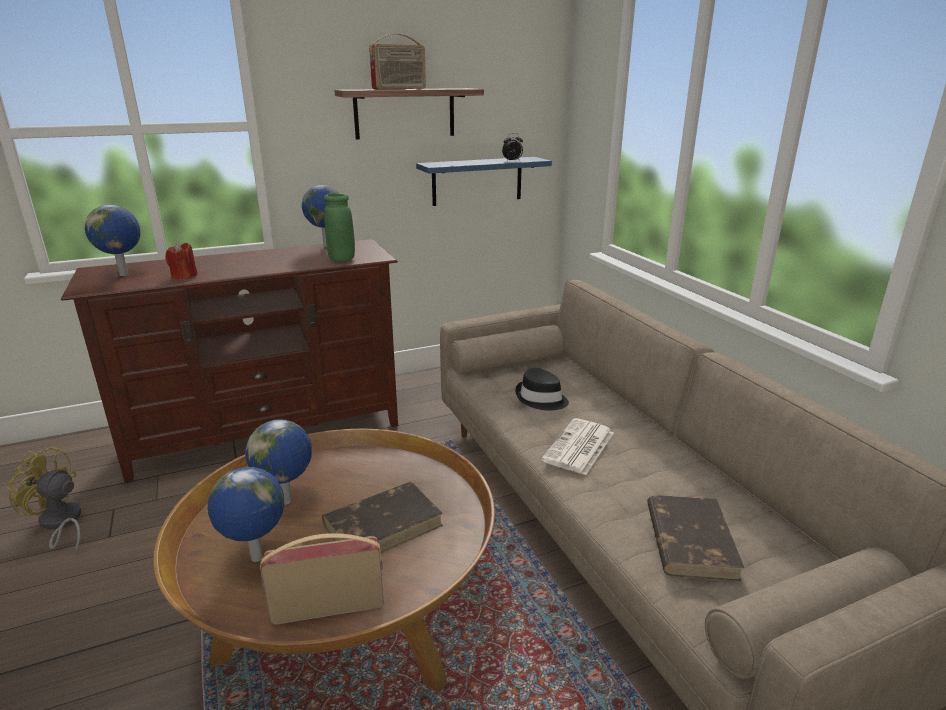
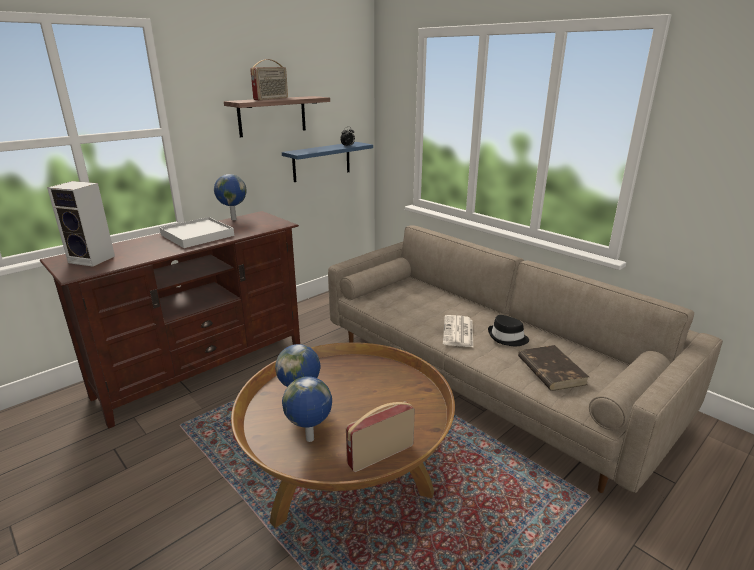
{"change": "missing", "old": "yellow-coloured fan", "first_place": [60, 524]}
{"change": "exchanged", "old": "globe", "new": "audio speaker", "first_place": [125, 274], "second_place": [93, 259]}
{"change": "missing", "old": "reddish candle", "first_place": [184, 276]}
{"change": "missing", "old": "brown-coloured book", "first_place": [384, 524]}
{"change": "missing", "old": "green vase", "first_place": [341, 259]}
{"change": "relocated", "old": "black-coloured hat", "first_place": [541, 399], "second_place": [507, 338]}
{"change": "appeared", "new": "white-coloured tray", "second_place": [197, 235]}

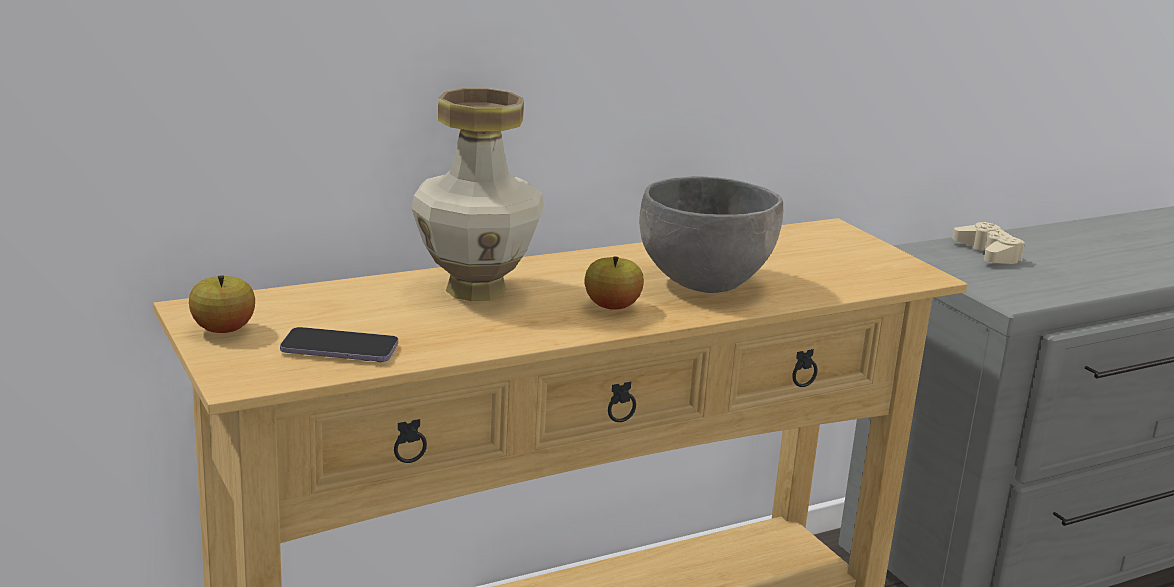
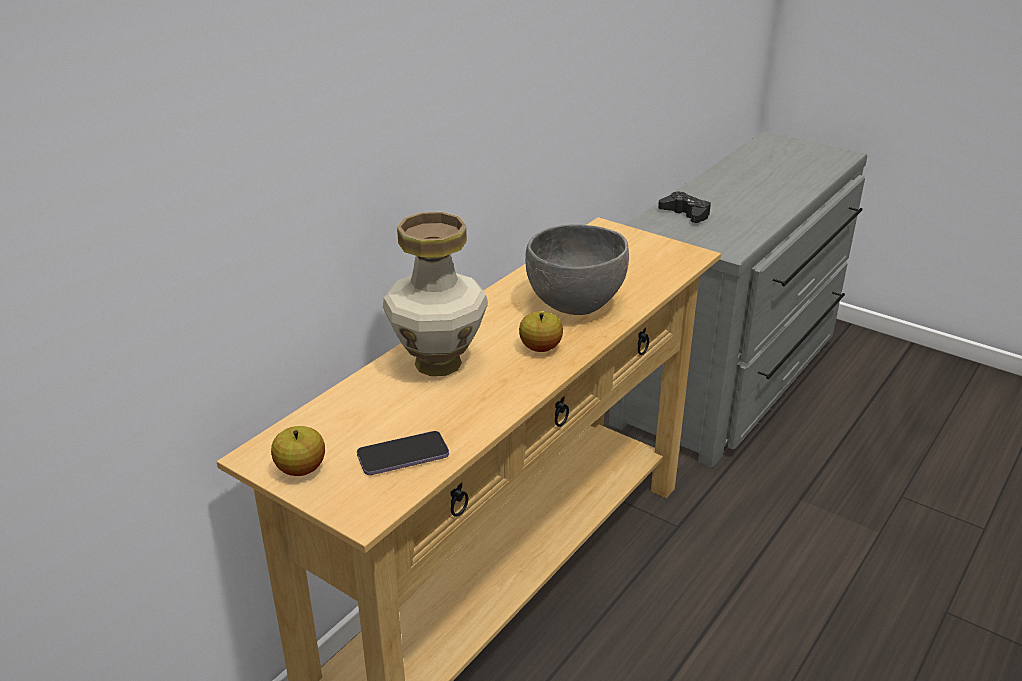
{"change": "colour", "old": "sand-coloured gamepad", "new": "black-coloured gamepad", "first_place": [988, 253], "second_place": [685, 214]}

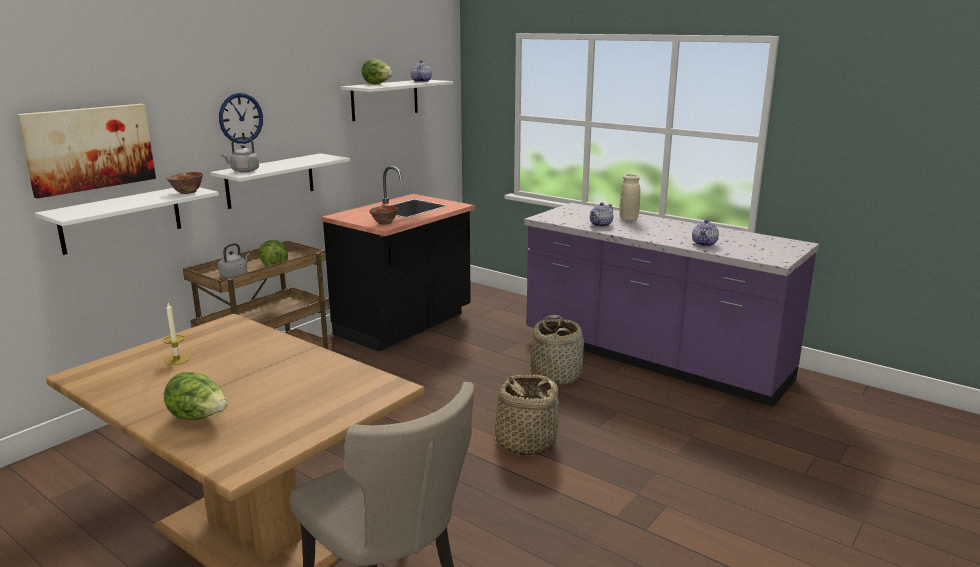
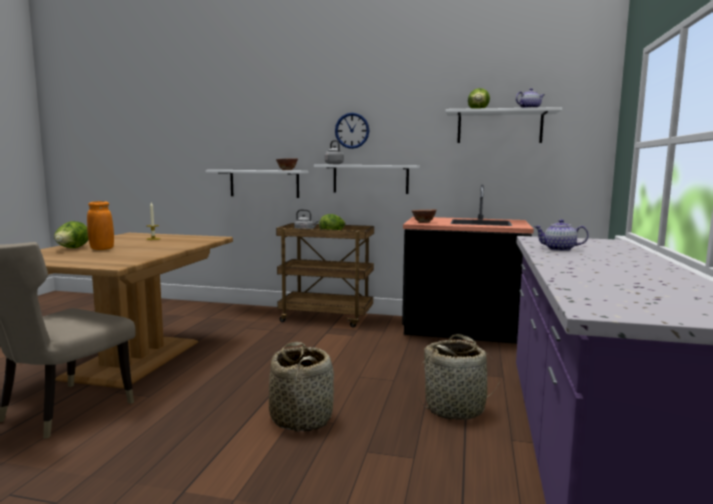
{"change": "missing", "old": "wall picture", "first_place": [89, 148]}
{"change": "missing", "old": "sand-coloured vase", "first_place": [628, 219]}
{"change": "missing", "old": "teapot", "first_place": [704, 244]}
{"change": "appeared", "new": "orange vase", "second_place": [102, 249]}

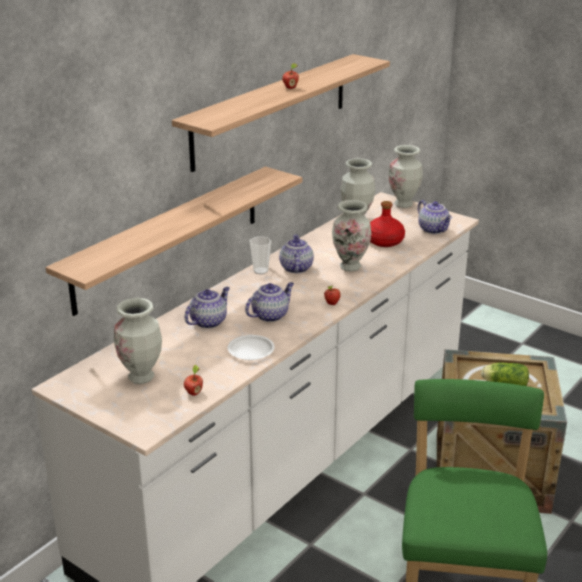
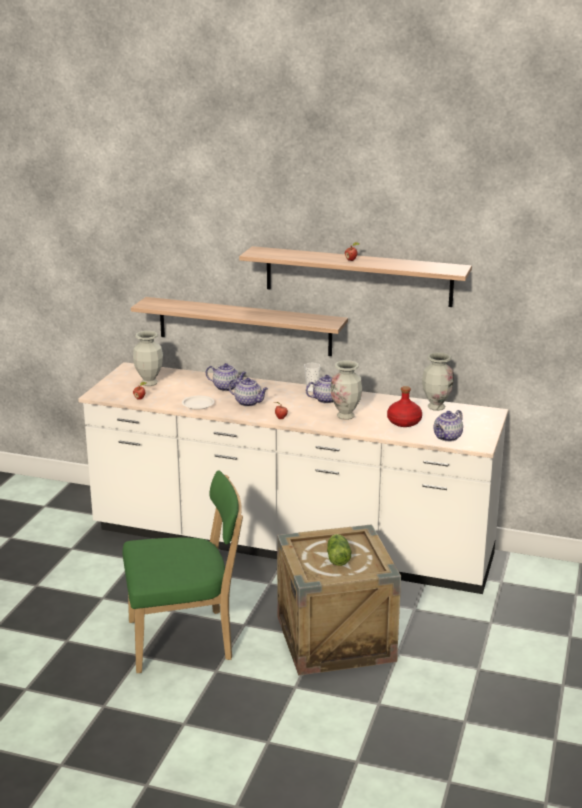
{"change": "missing", "old": "vase", "first_place": [403, 204]}

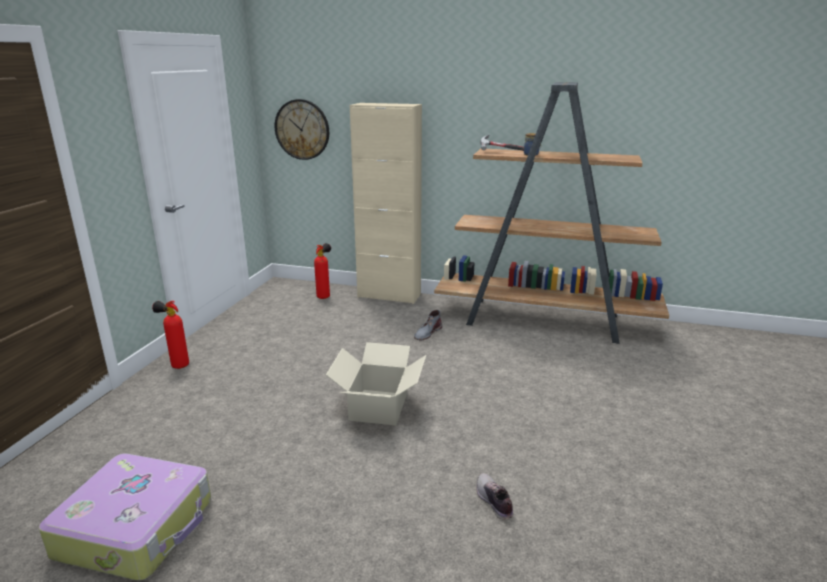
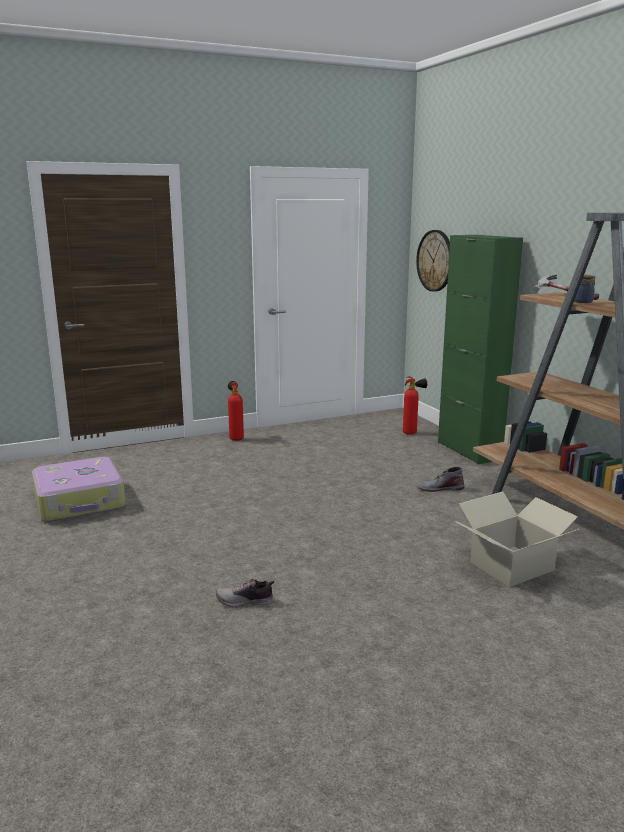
{"change": "relocated", "old": "cardboard box", "first_place": [379, 407], "second_place": [512, 566]}
{"change": "colour", "old": "sand-coloured cupboard", "new": "green cupboard", "first_place": [389, 295], "second_place": [469, 451]}
{"change": "spun", "old": "shoe", "first_place": [493, 501], "second_place": [245, 601], "degrees": -120}

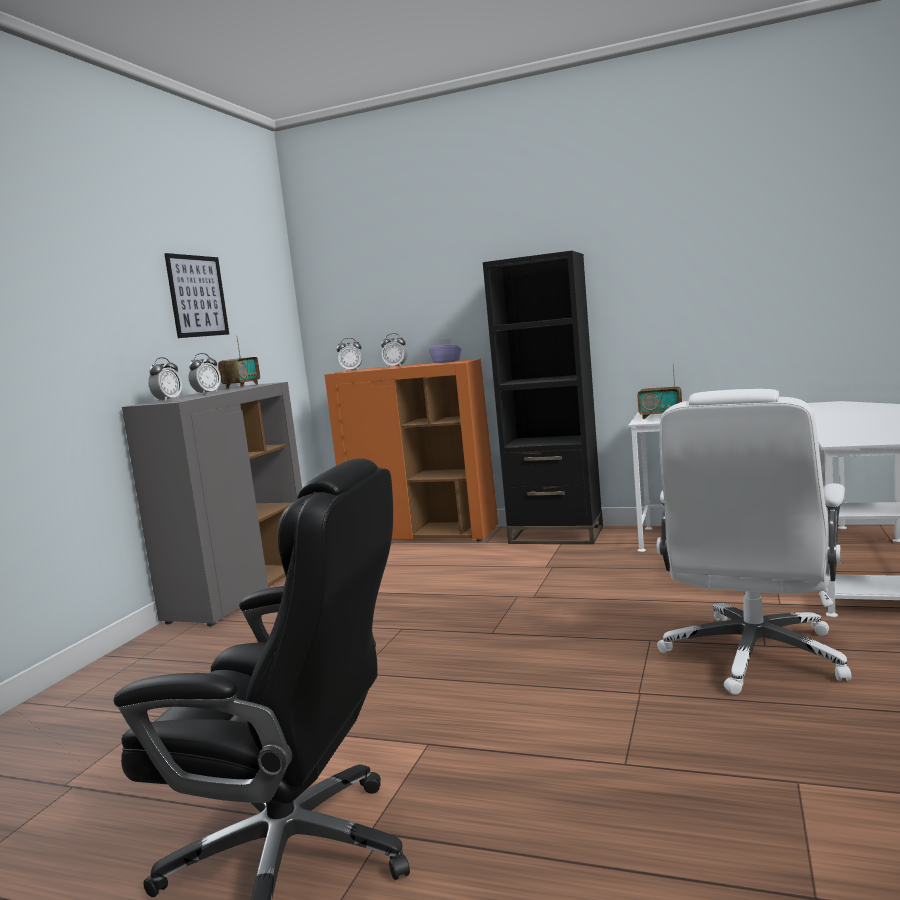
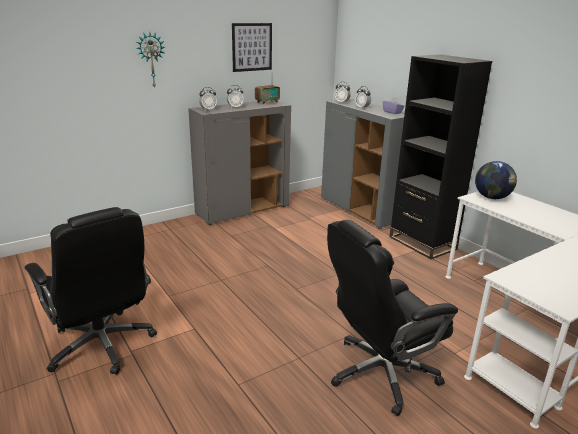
{"change": "colour", "old": "orange cupboard", "new": "greyish cupboard", "first_place": [423, 534], "second_place": [360, 210]}
{"change": "exchanged", "old": "radio", "new": "globe", "first_place": [660, 417], "second_place": [492, 198]}
{"change": "colour", "old": "white-coloured desk chair", "new": "black-coloured desk chair", "first_place": [753, 656], "second_place": [380, 373]}
{"change": "appeared", "new": "wall clock", "second_place": [151, 60]}

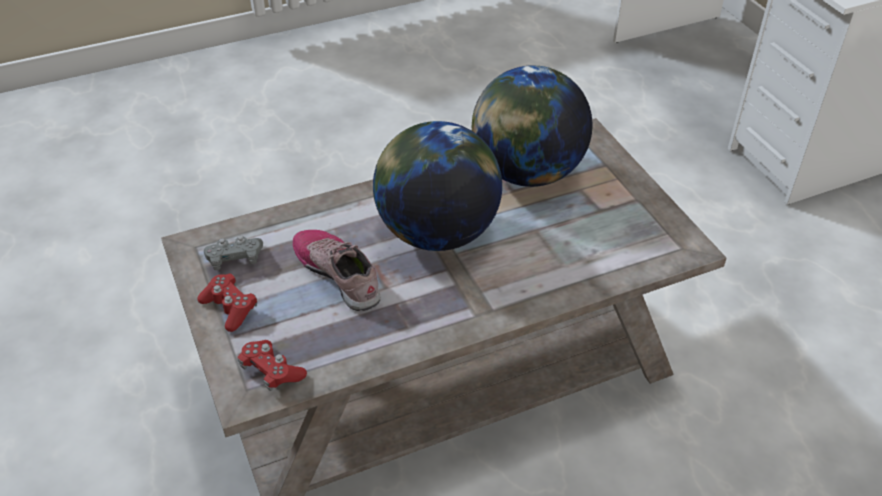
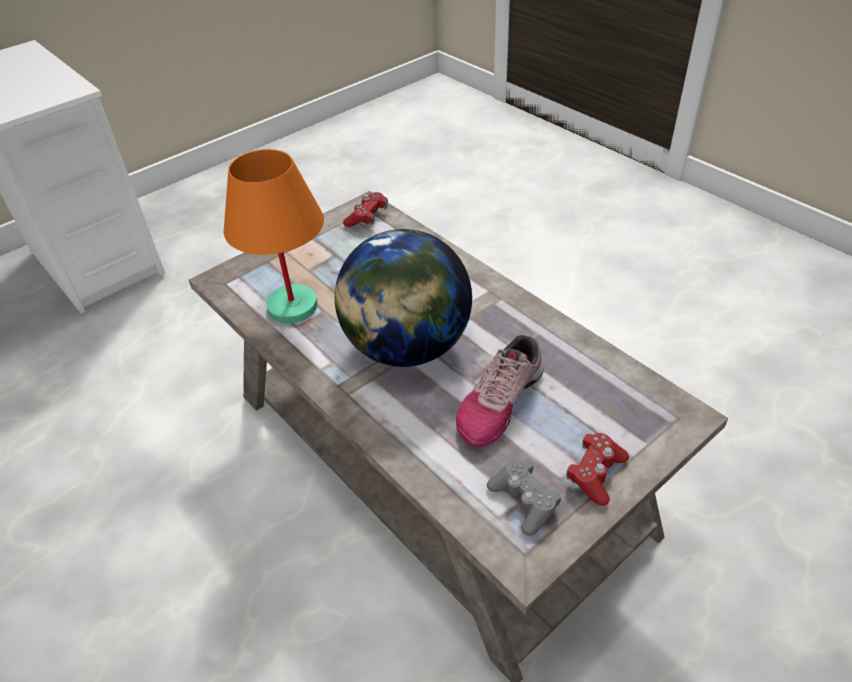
{"change": "relocated", "old": "reddish gamepad", "first_place": [271, 371], "second_place": [367, 217]}
{"change": "exchanged", "old": "globe", "new": "orange tabletop lamp", "first_place": [526, 173], "second_place": [293, 307]}

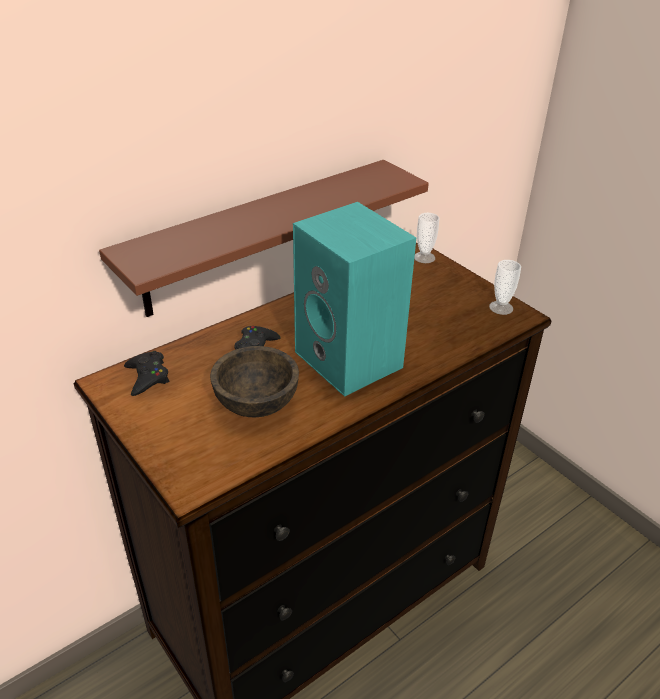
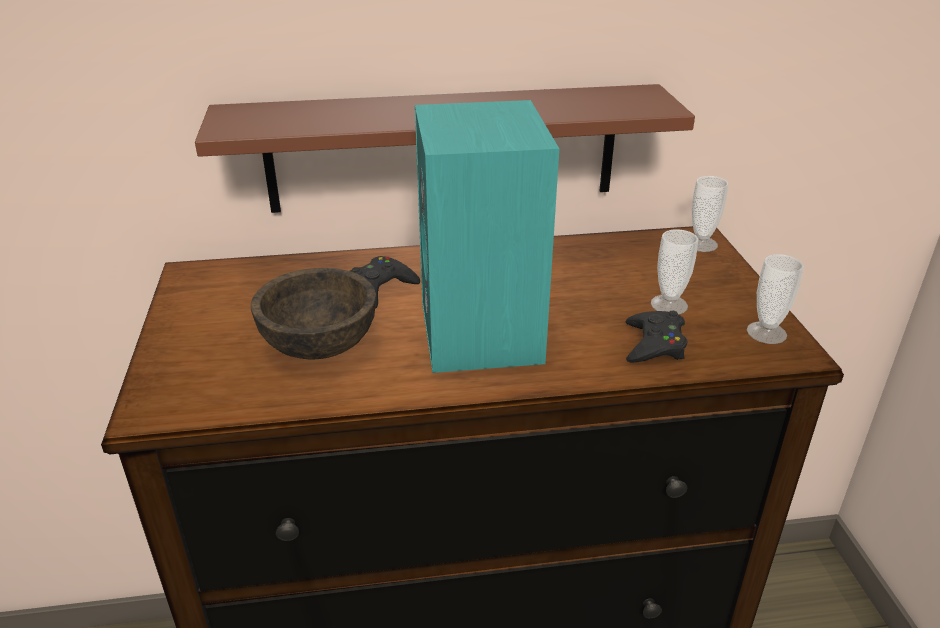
{"change": "relocated", "old": "black-coloured gamepad", "first_place": [147, 377], "second_place": [654, 344]}
{"change": "appeared", "new": "small cup", "second_place": [669, 305]}

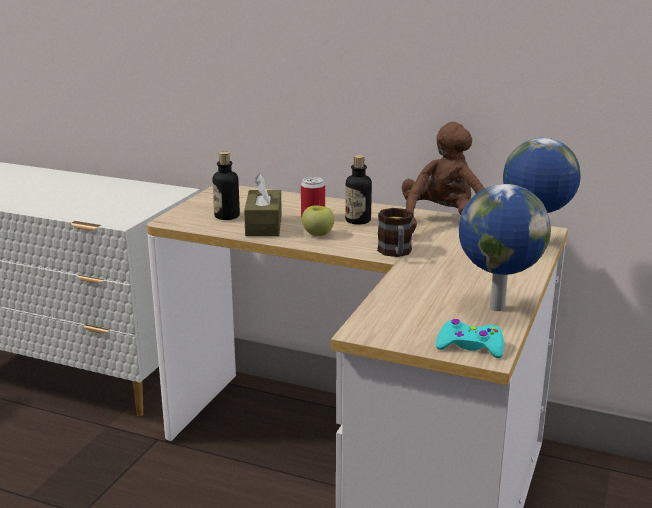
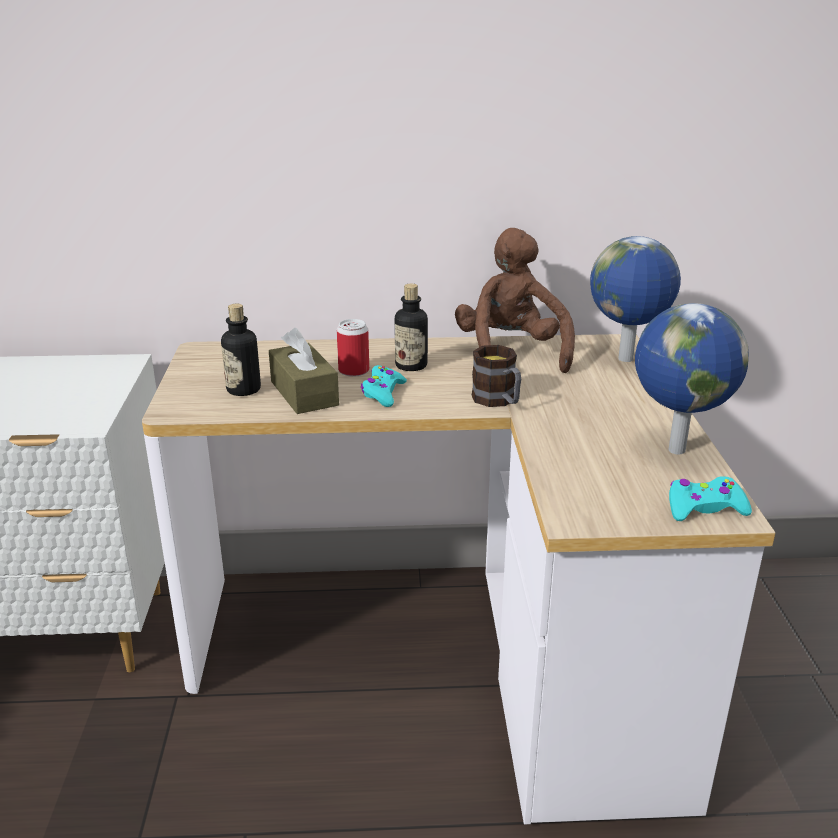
{"change": "exchanged", "old": "whole apple", "new": "turquoise gamepad", "first_place": [317, 234], "second_place": [383, 393]}

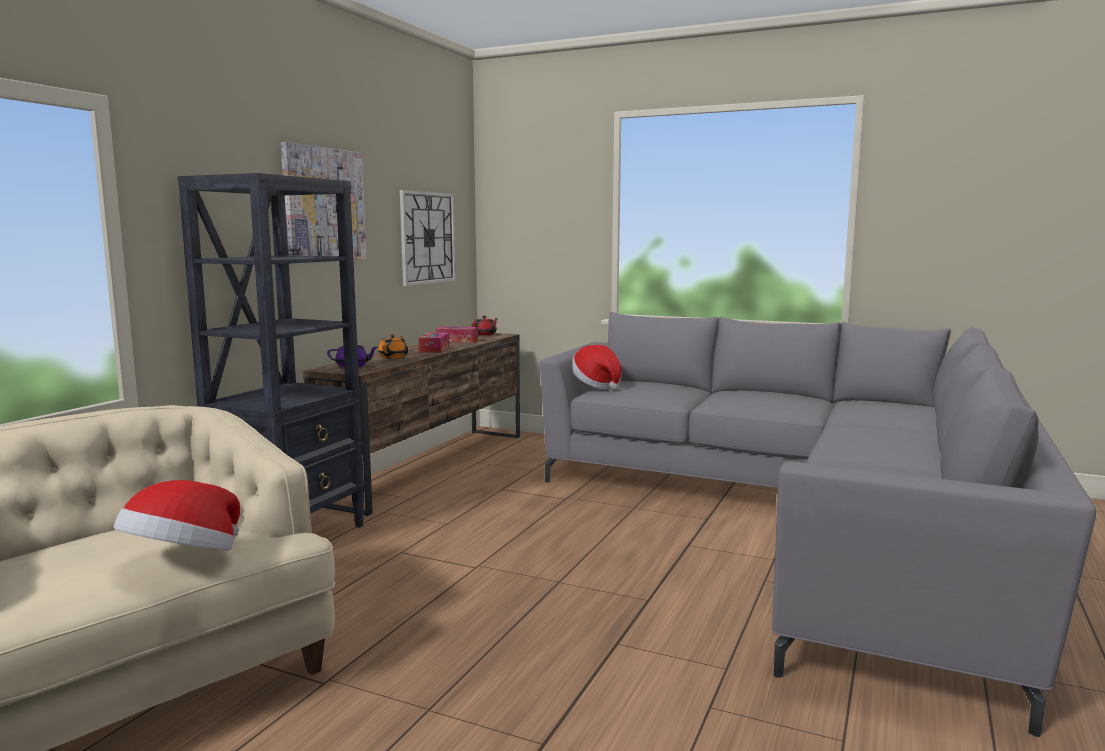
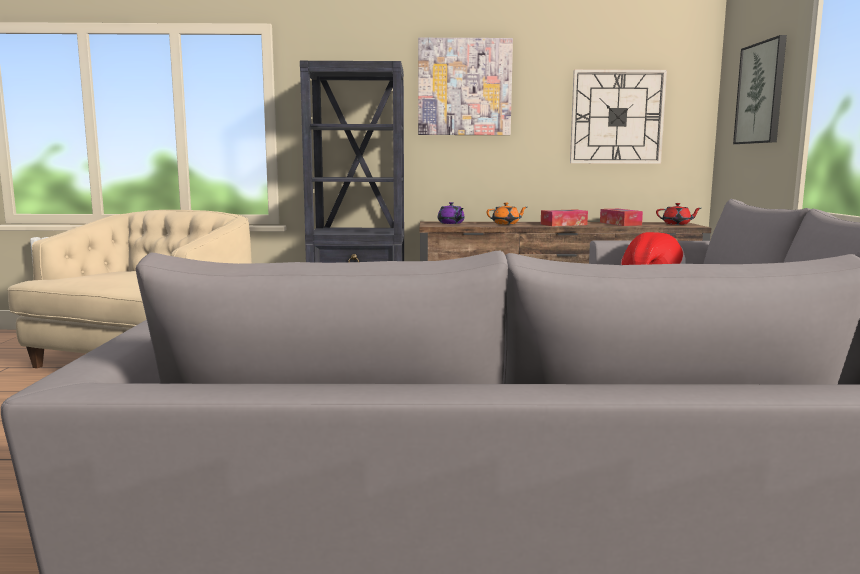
{"change": "missing", "old": "hat", "first_place": [183, 560]}
{"change": "appeared", "new": "wall picture", "second_place": [761, 93]}

